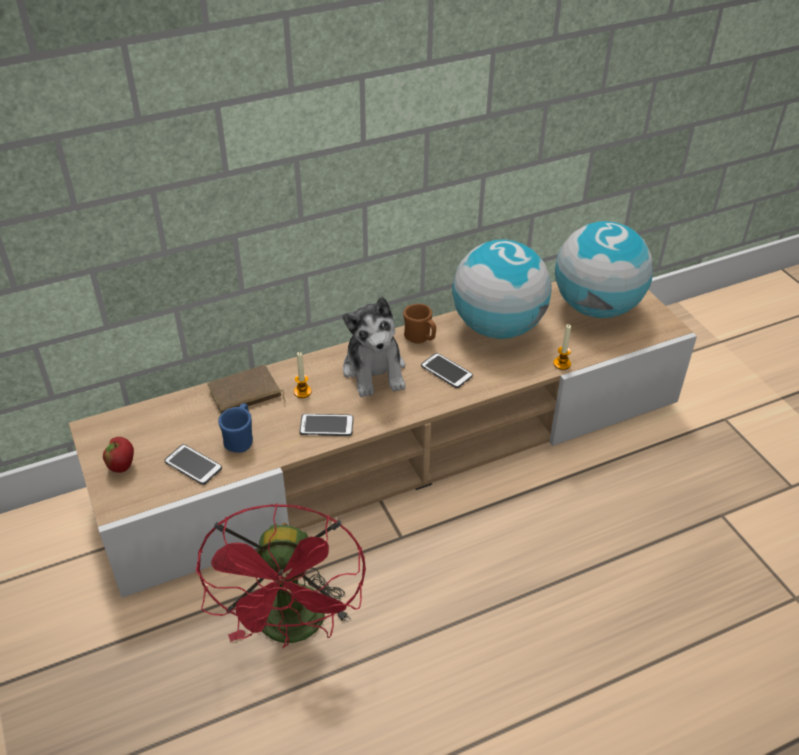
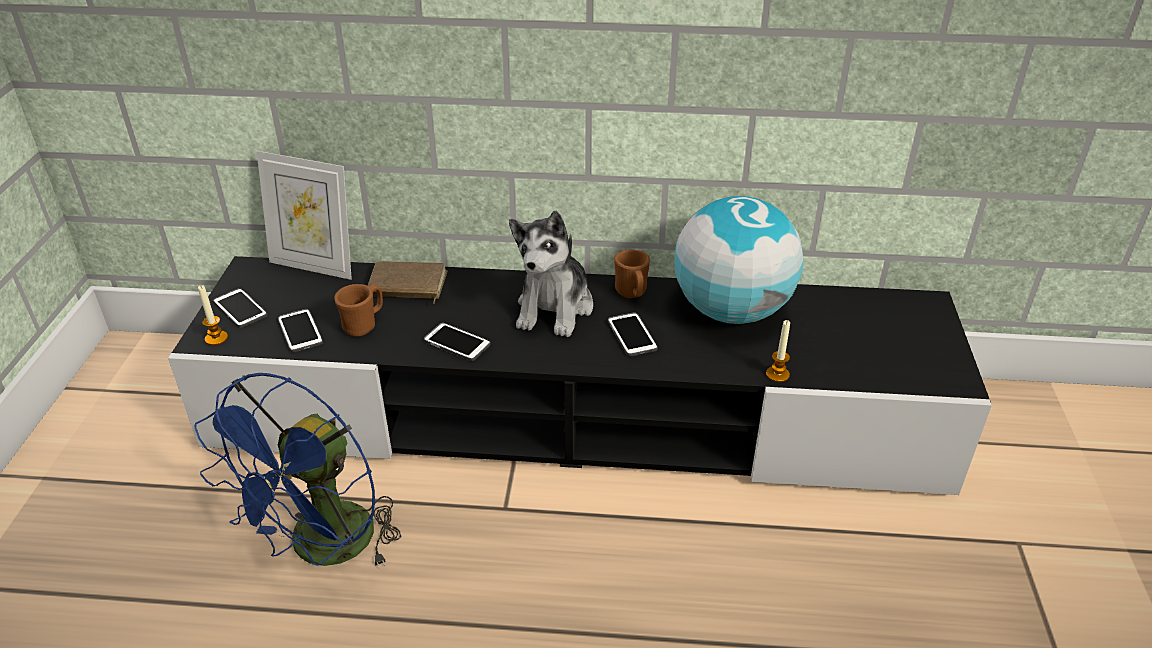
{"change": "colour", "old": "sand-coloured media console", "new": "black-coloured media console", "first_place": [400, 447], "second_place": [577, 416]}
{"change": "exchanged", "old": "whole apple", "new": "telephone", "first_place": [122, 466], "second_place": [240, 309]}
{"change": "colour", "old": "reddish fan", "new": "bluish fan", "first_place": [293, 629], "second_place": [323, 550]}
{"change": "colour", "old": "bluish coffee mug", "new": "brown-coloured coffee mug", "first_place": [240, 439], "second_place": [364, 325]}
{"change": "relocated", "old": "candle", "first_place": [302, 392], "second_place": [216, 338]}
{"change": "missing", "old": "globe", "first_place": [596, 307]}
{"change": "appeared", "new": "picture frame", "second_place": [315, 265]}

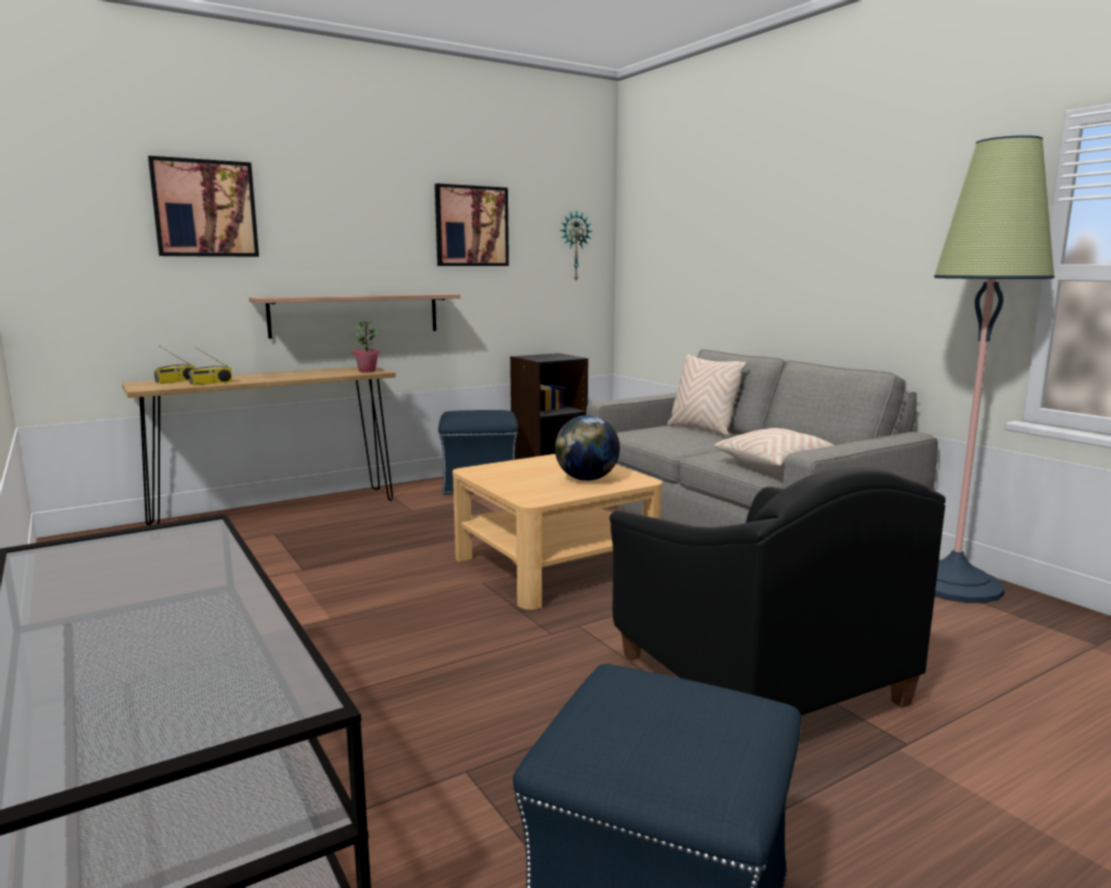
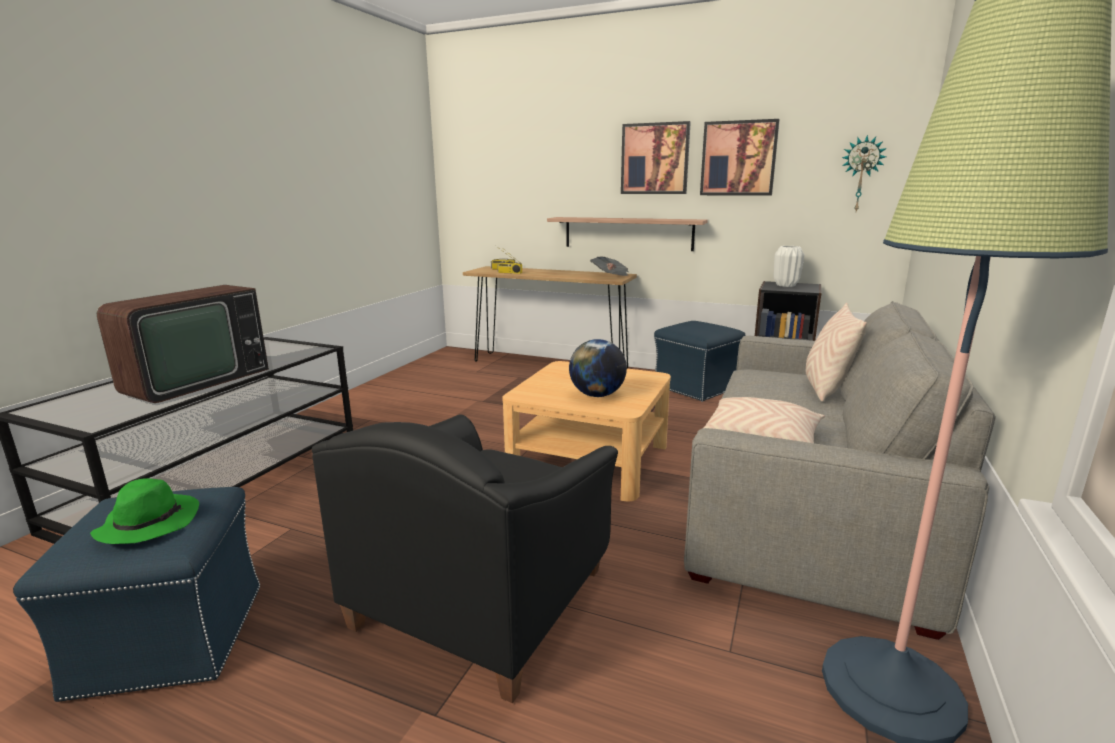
{"change": "relocated", "old": "wall picture", "first_place": [205, 208], "second_place": [655, 159]}
{"change": "exchanged", "old": "houseplant", "new": "newspaper", "first_place": [367, 371], "second_place": [611, 277]}
{"change": "appeared", "new": "green hat", "second_place": [149, 523]}
{"change": "appeared", "new": "TV", "second_place": [191, 381]}
{"change": "appeared", "new": "white-coloured vase", "second_place": [785, 285]}

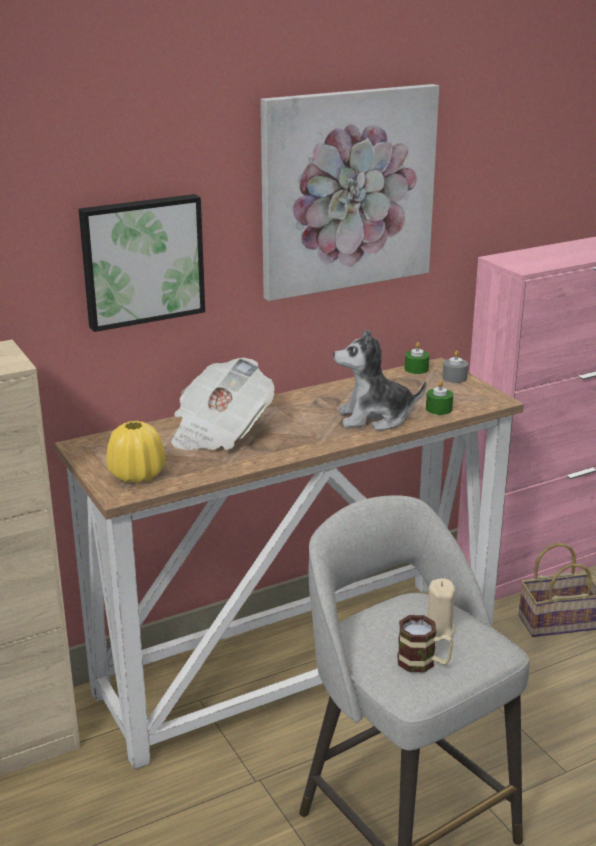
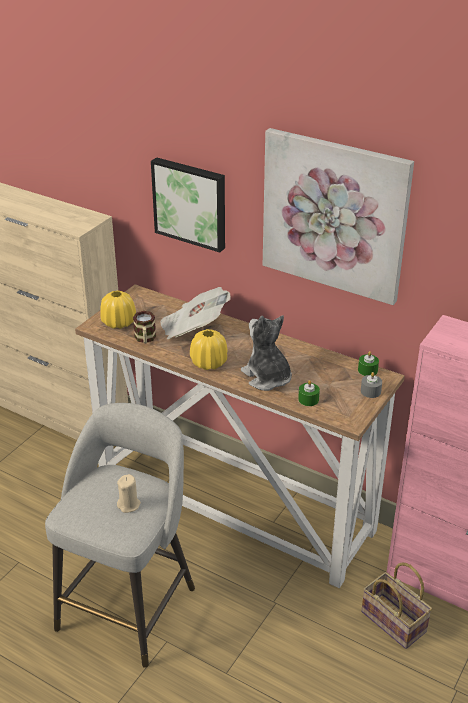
{"change": "relocated", "old": "coffee mug", "first_place": [423, 663], "second_place": [145, 339]}
{"change": "appeared", "new": "yellow-coloured vase", "second_place": [208, 363]}

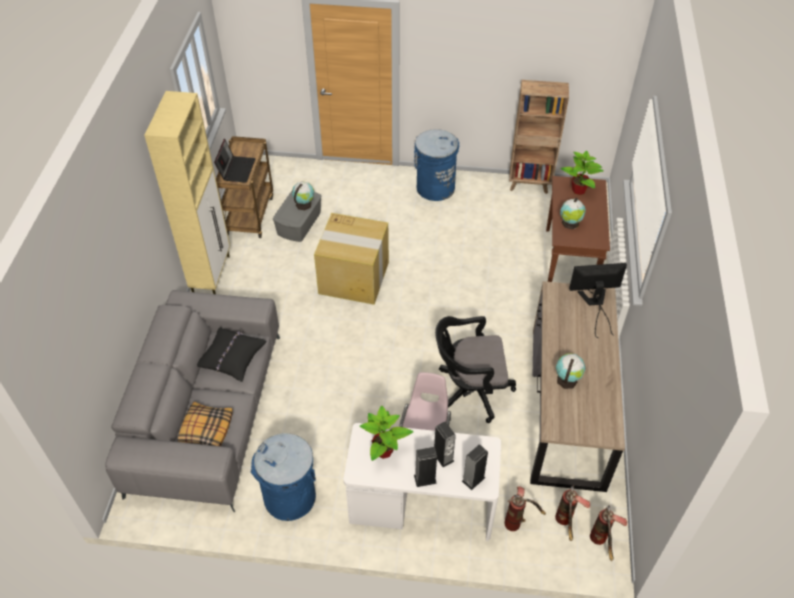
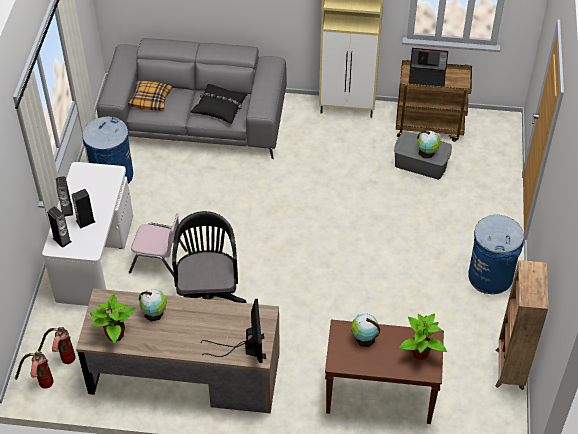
{"change": "missing", "old": "cardboard box", "first_place": [354, 278]}
{"change": "relocated", "old": "houseplant", "first_place": [384, 451], "second_place": [115, 335]}
{"change": "missing", "old": "fire-fighting cylinder", "first_place": [518, 521]}

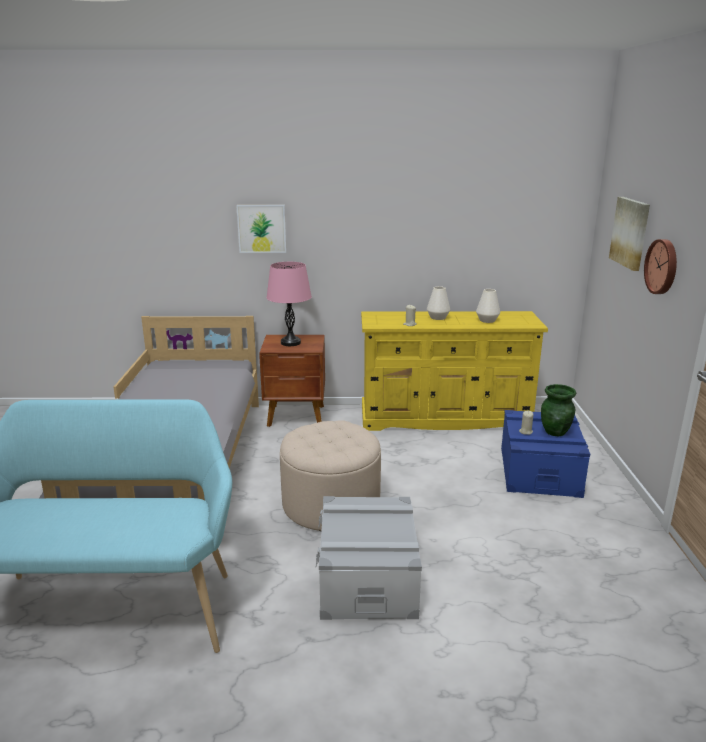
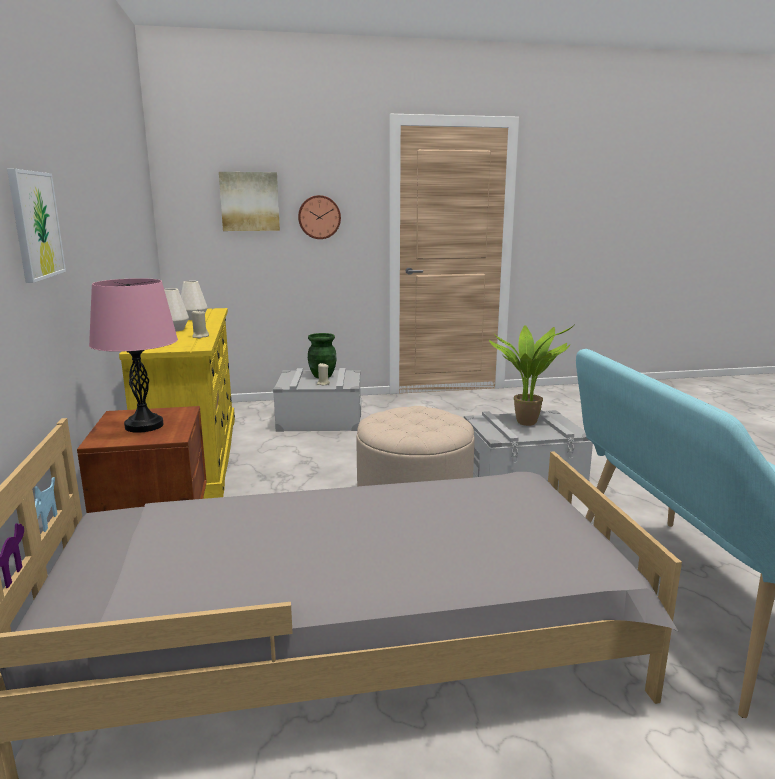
{"change": "colour", "old": "bluish storage bin", "new": "greyish storage bin", "first_place": [539, 471], "second_place": [320, 420]}
{"change": "appeared", "new": "houseplant", "second_place": [528, 422]}

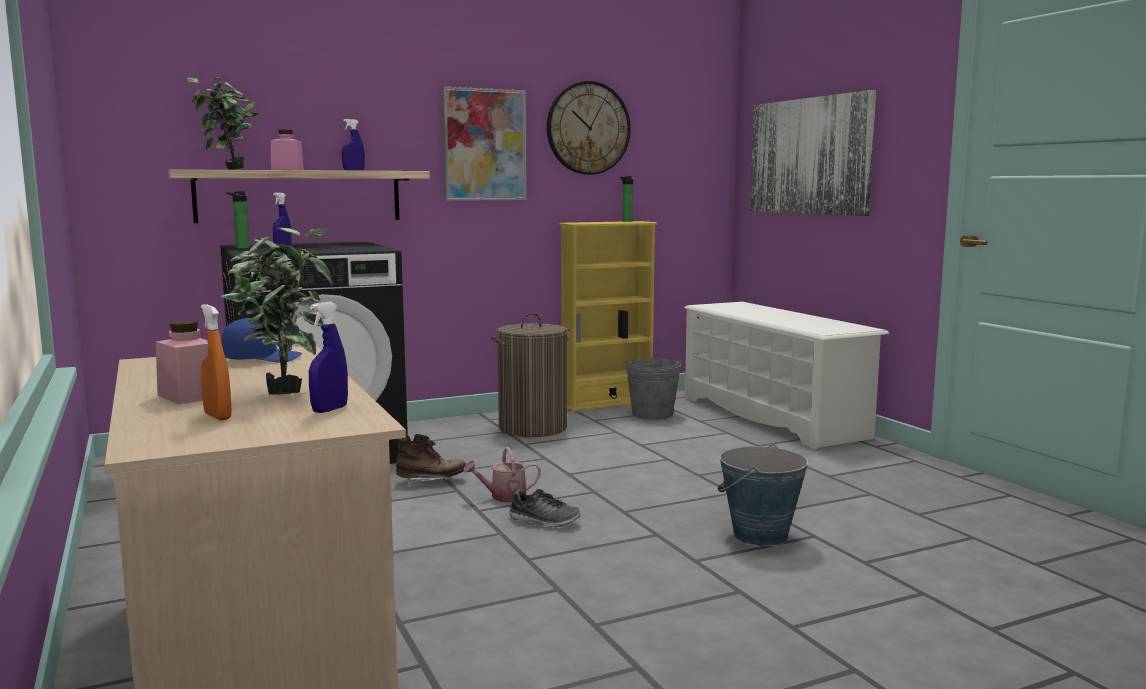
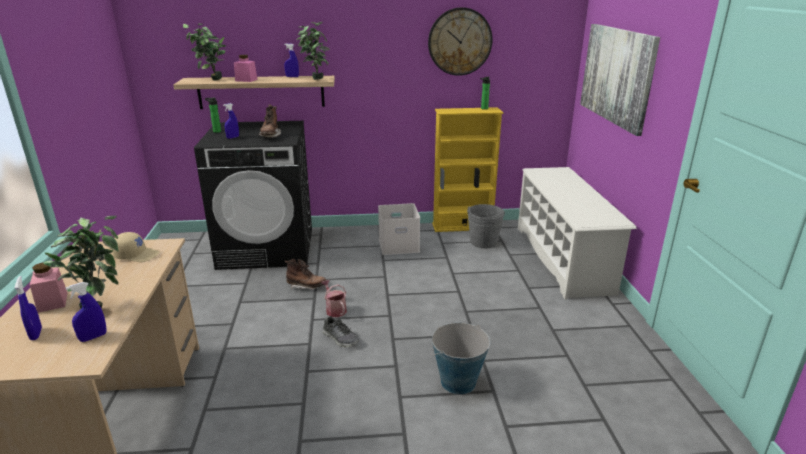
{"change": "colour", "old": "orange hand sprayer", "new": "bluish hand sprayer", "first_place": [217, 416], "second_place": [36, 334]}
{"change": "colour", "old": "bluish peaked cap", "new": "sand-coloured peaked cap", "first_place": [262, 359], "second_place": [137, 255]}
{"change": "missing", "old": "wall picture", "first_place": [484, 145]}
{"change": "spun", "old": "sprinkling can", "first_place": [503, 497], "second_place": [334, 309], "degrees": 60}
{"change": "exchanged", "old": "laundry basket", "new": "white-coloured storage bin", "first_place": [533, 428], "second_place": [399, 244]}
{"change": "appeared", "new": "brown-coloured tall boot", "second_place": [270, 136]}
{"change": "appeared", "new": "houseplant", "second_place": [315, 79]}

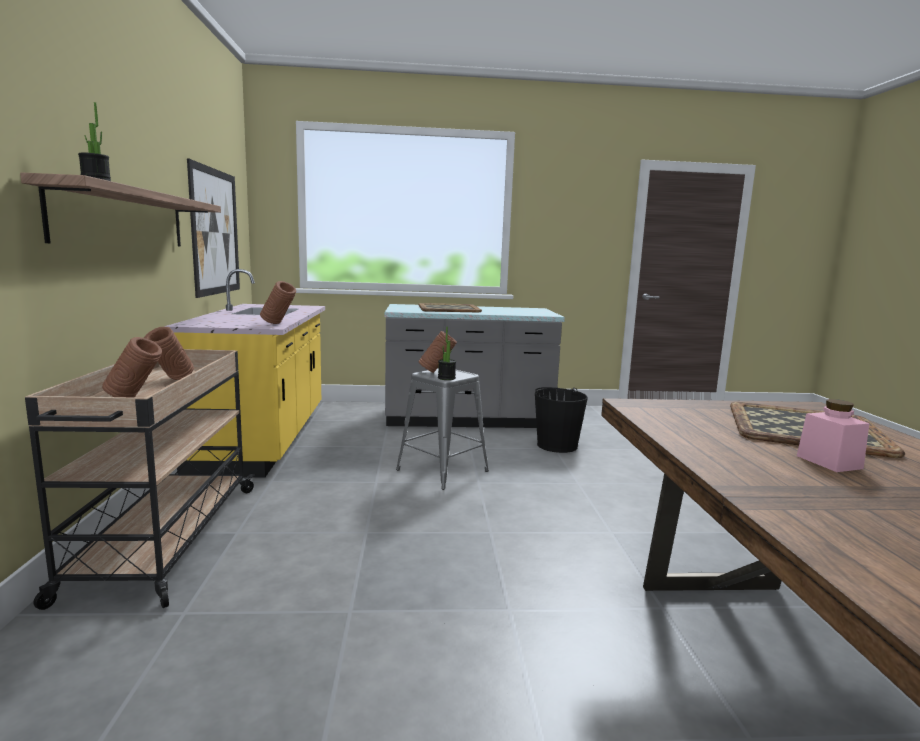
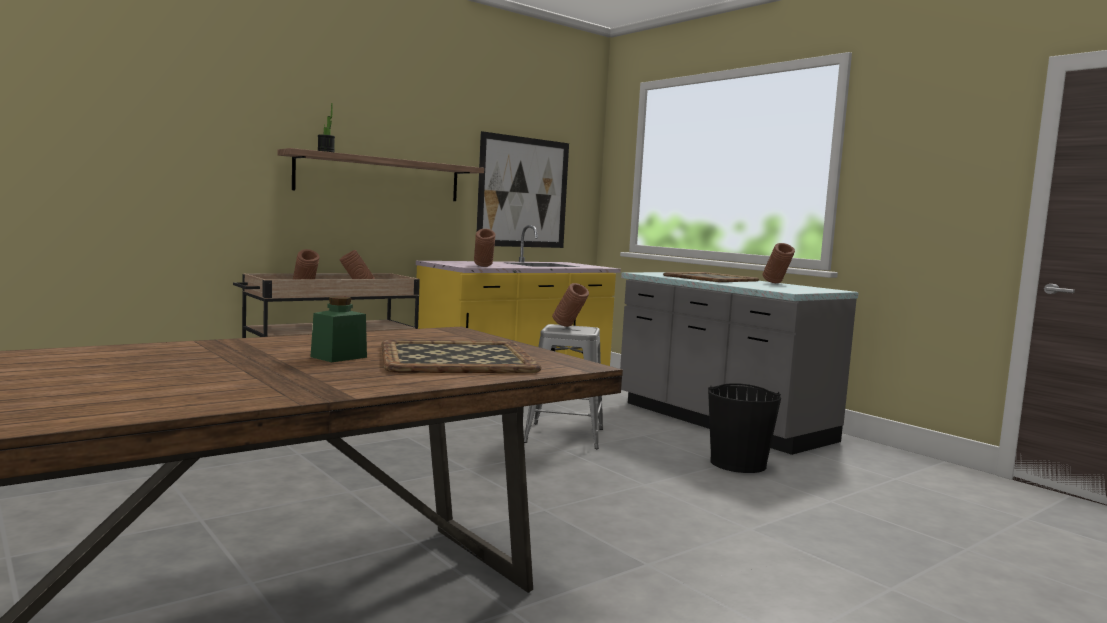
{"change": "missing", "old": "houseplant", "first_place": [446, 378]}
{"change": "colour", "old": "pink jar", "new": "green jar", "first_place": [829, 462], "second_place": [338, 357]}
{"change": "appeared", "new": "brown-coloured vase", "second_place": [776, 283]}

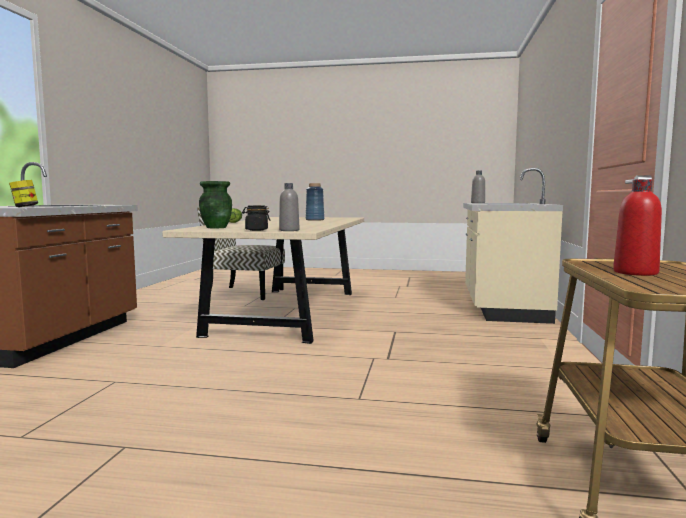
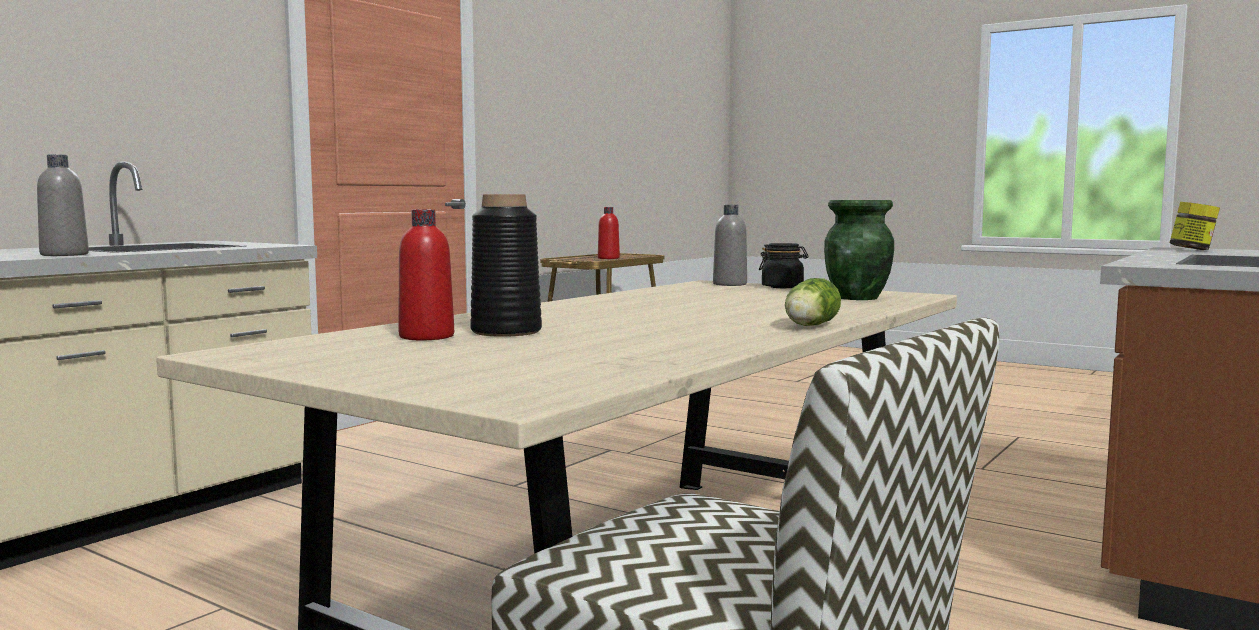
{"change": "colour", "old": "bluish vase", "new": "black-coloured vase", "first_place": [315, 220], "second_place": [505, 332]}
{"change": "appeared", "new": "reddish bottle", "second_place": [426, 336]}

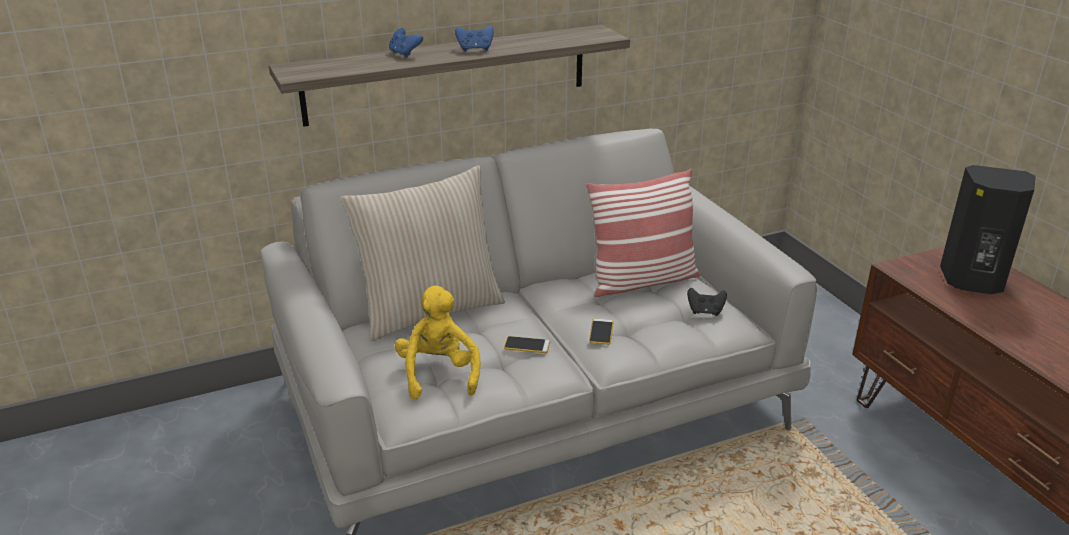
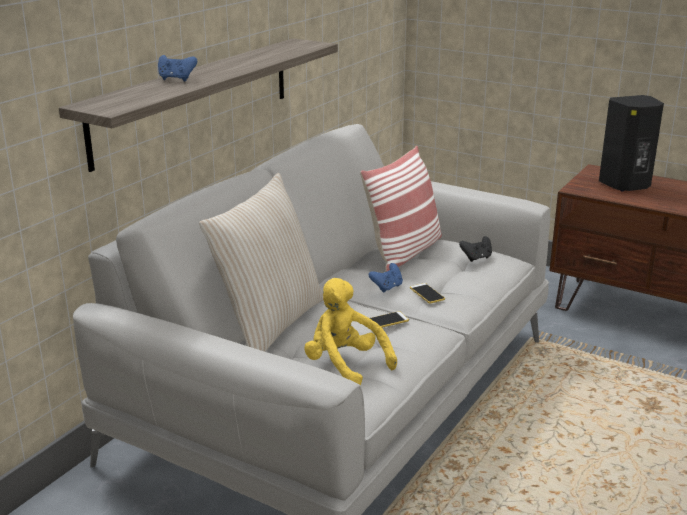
{"change": "relocated", "old": "bluish gamepad", "first_place": [475, 50], "second_place": [387, 287]}

